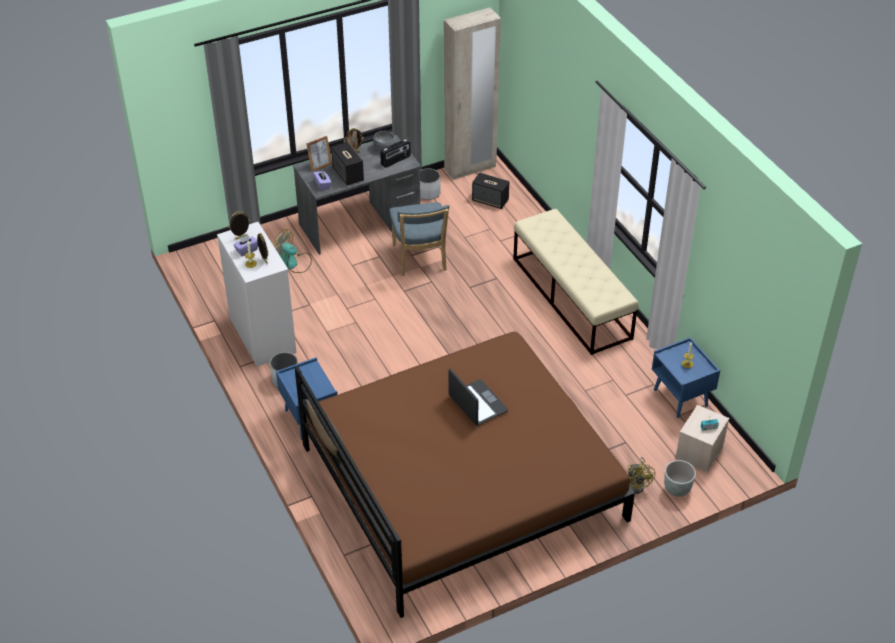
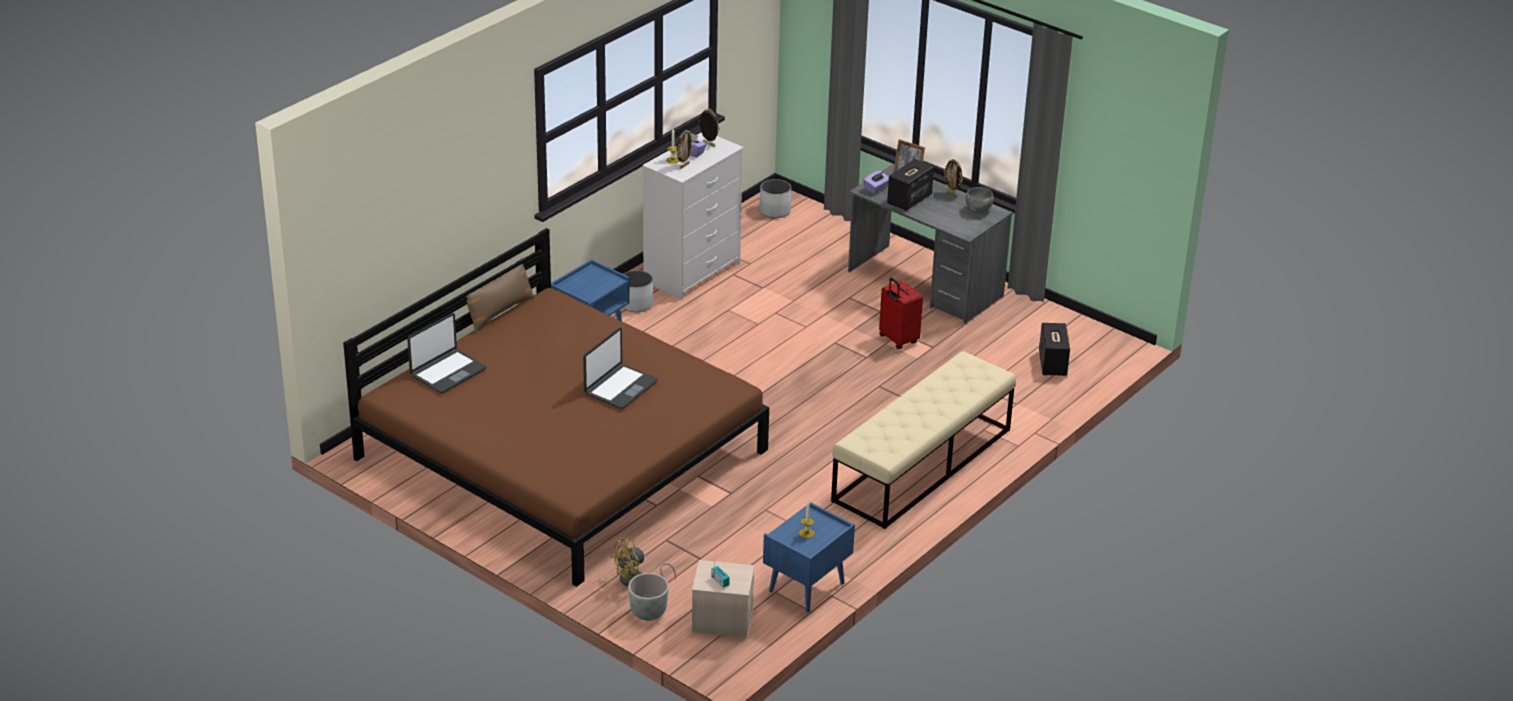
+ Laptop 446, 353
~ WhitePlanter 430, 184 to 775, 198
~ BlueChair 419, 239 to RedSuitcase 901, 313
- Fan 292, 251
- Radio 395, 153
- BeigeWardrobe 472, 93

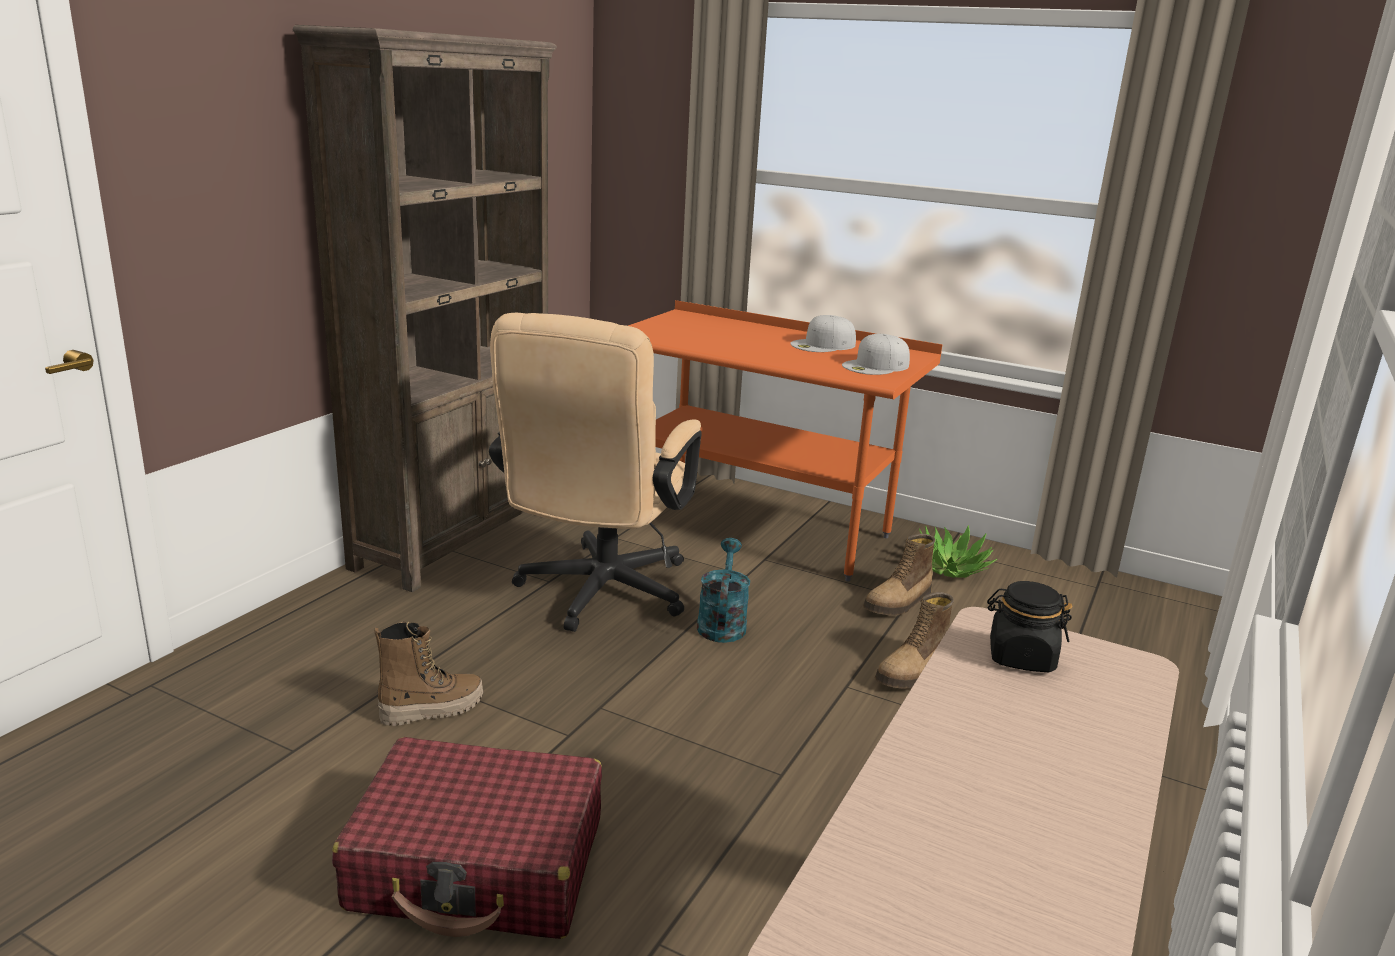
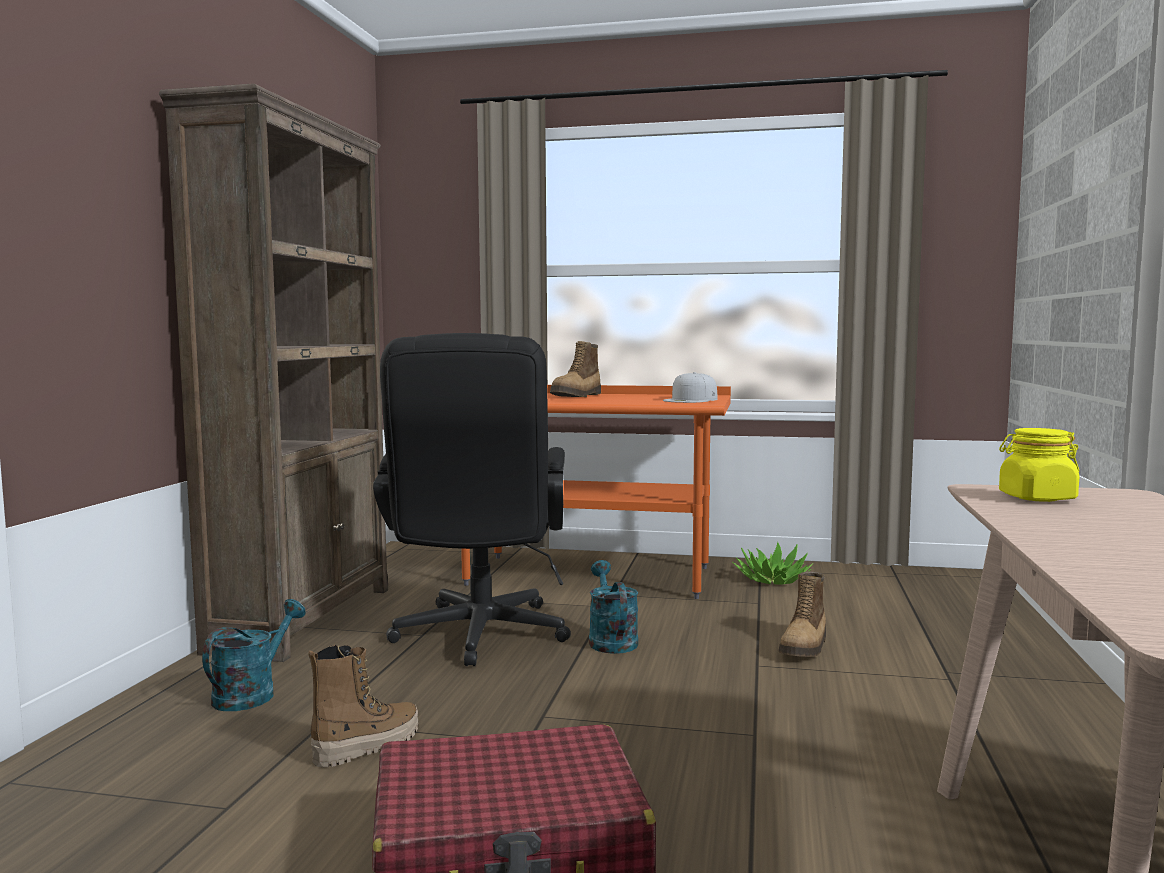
+ TurquoiseWateringCan 254, 655
~ BeigeOfficeChair 595, 472 to BlackOfficeChair 472, 499
~ Boot 899, 575 to 575, 369
~ BlackJar 1030, 626 to YellowJar 1039, 465
- WhiteCap 823, 333

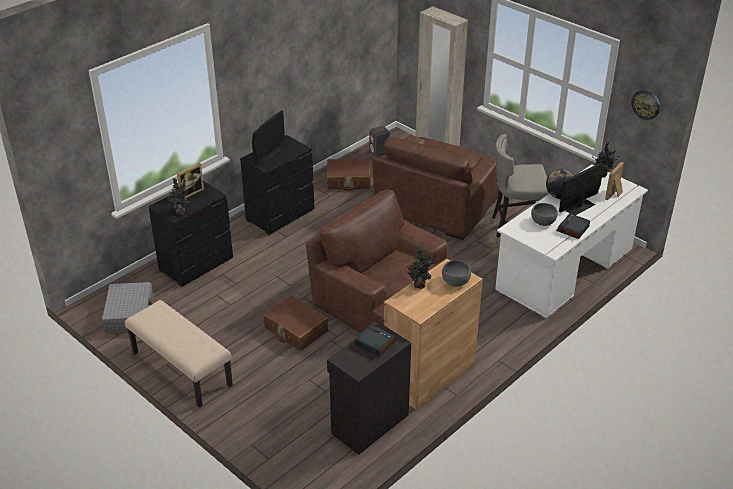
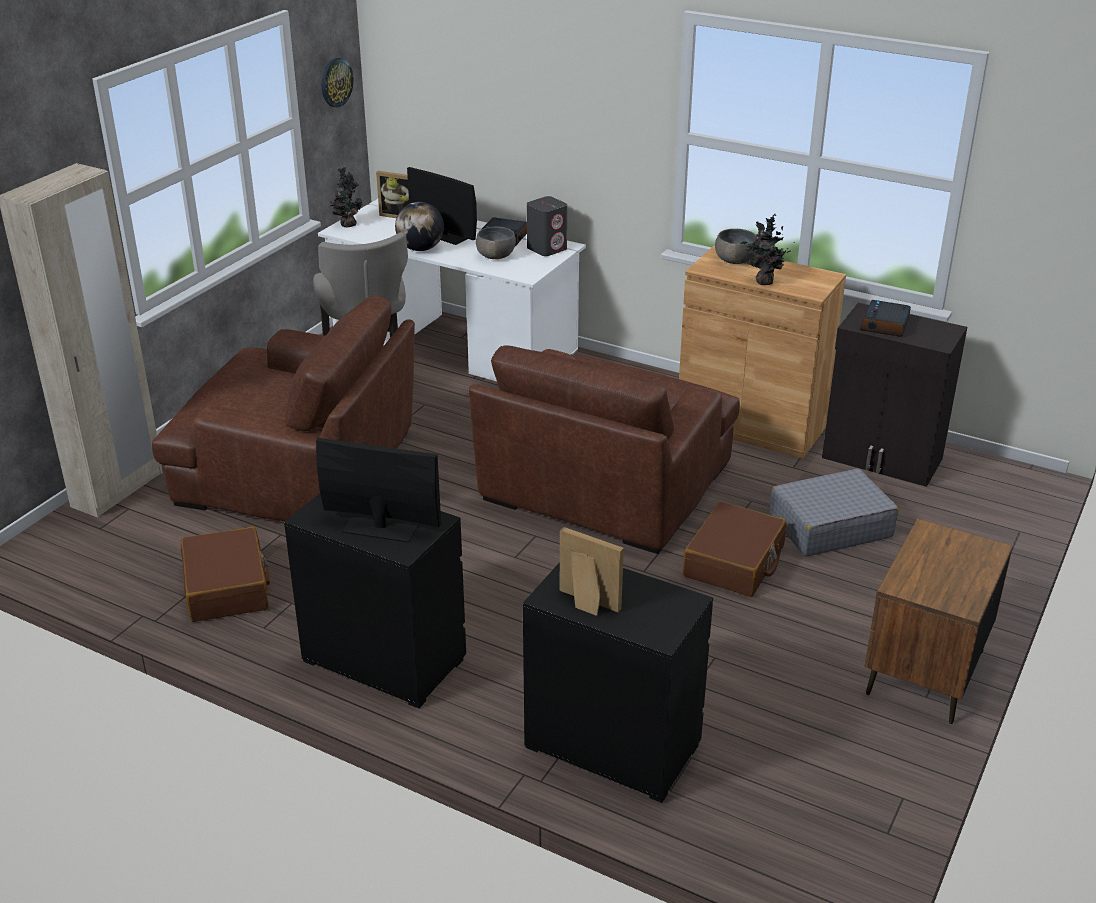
~ GreySpeaker 380, 141 to 547, 226
~ GreySuitcase 128, 308 to 833, 512
~ BeigeBench 179, 354 to BrownNightstand 938, 621
- PottedPlant 177, 196

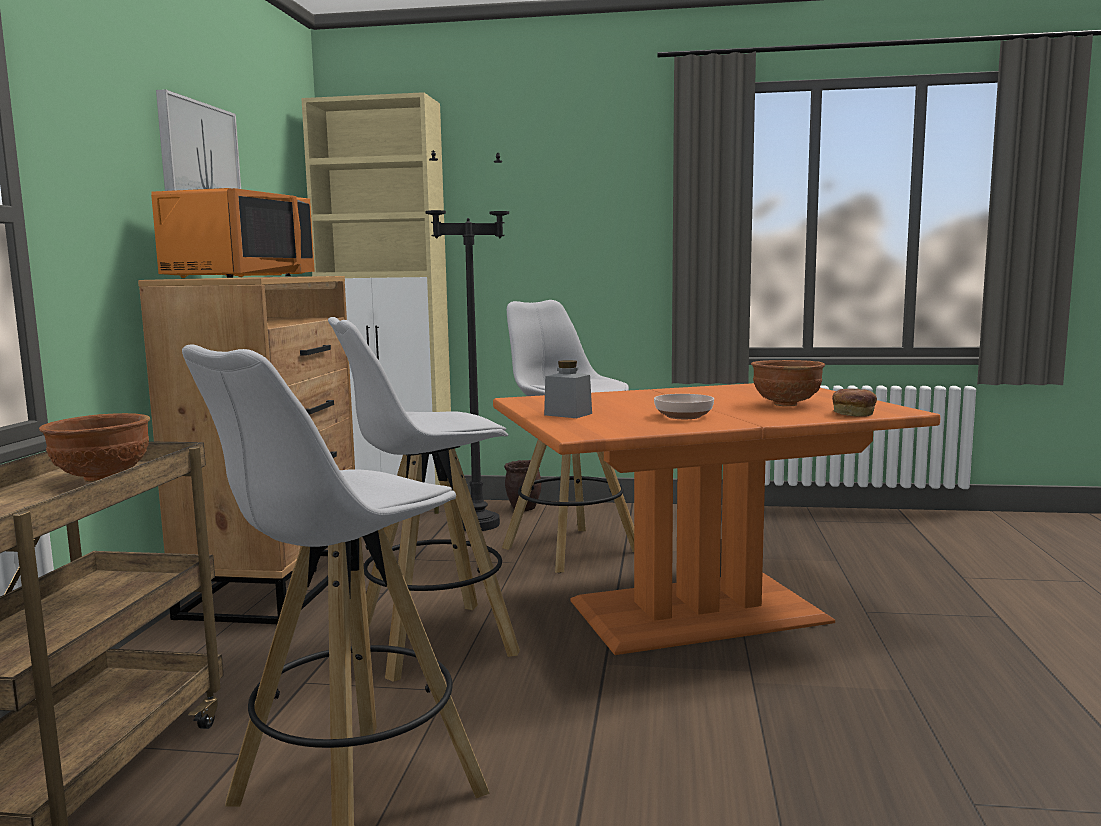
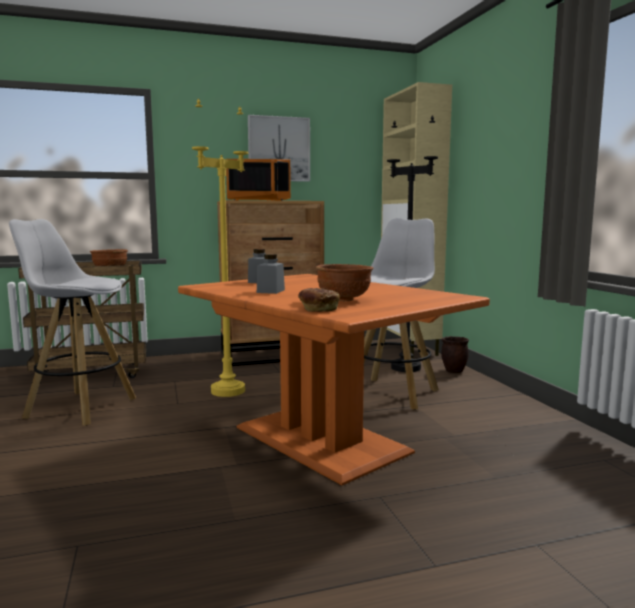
~ WhiteStool 424, 499 to YellowFloorLamp 220, 248
~ Bowl 684, 406 to GreyJar 271, 274

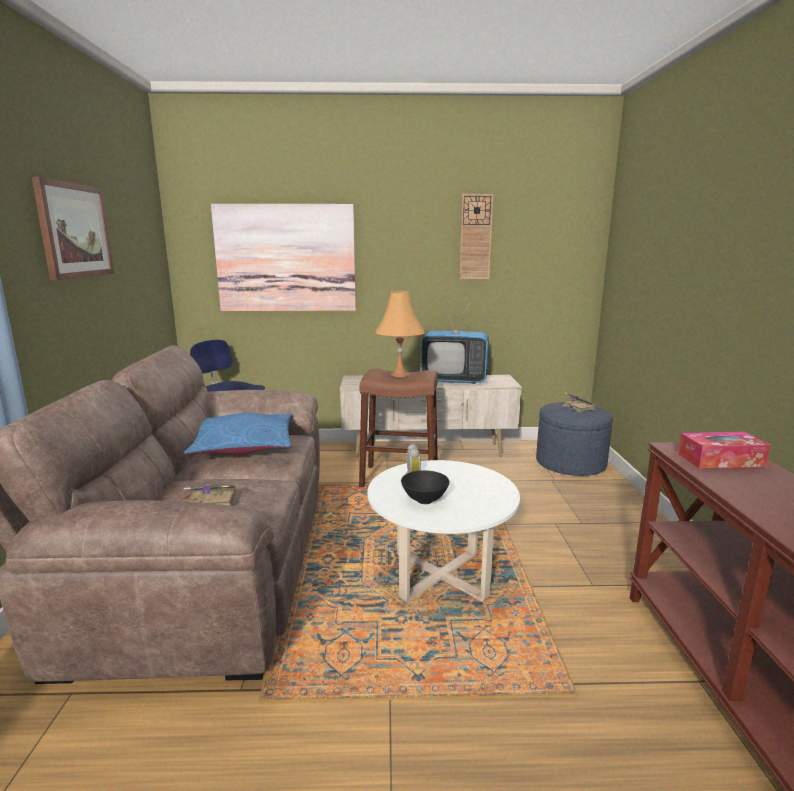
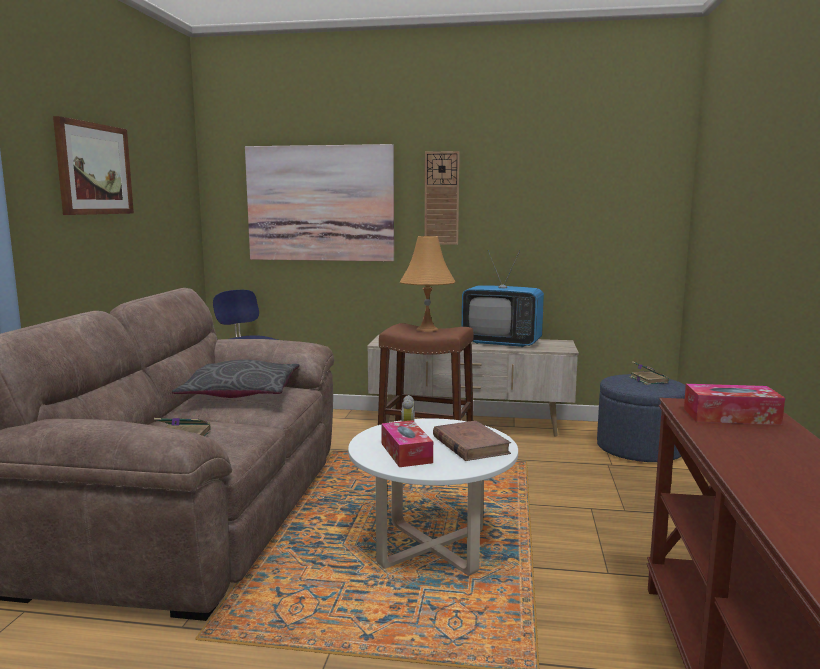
~ BluePillow 238, 434 to GreyPillow 235, 378
~ BlackBowl 425, 487 to TissueBox 407, 443
~ WallClock 476, 236 to 442, 198
+ BrownBook 472, 441

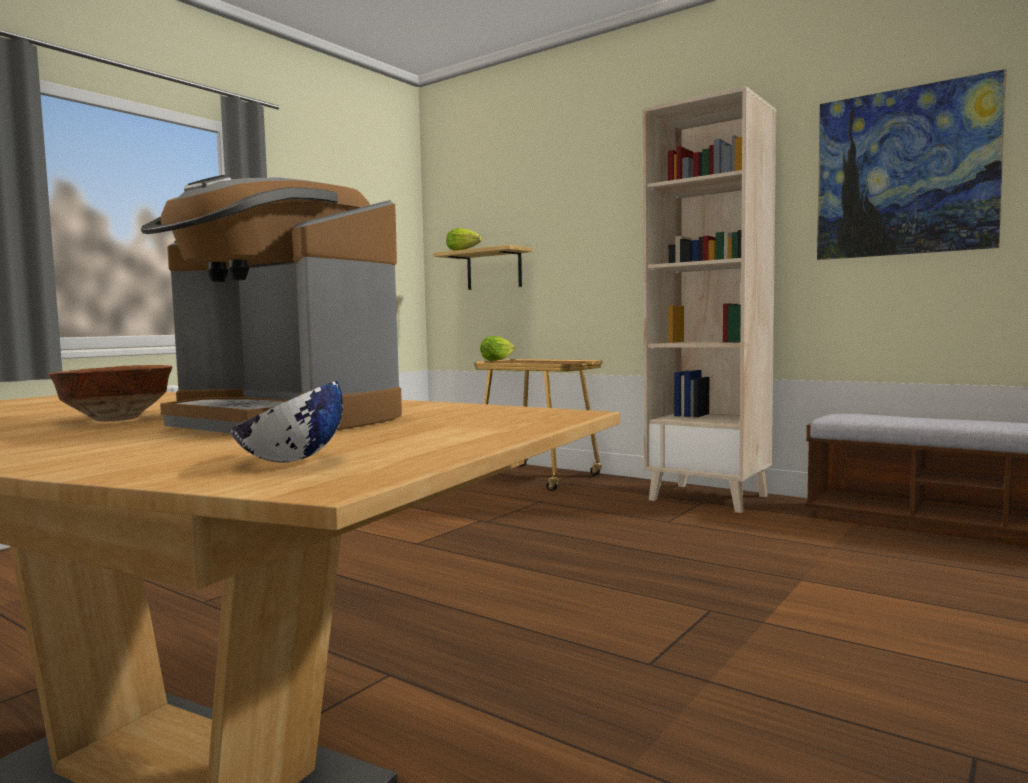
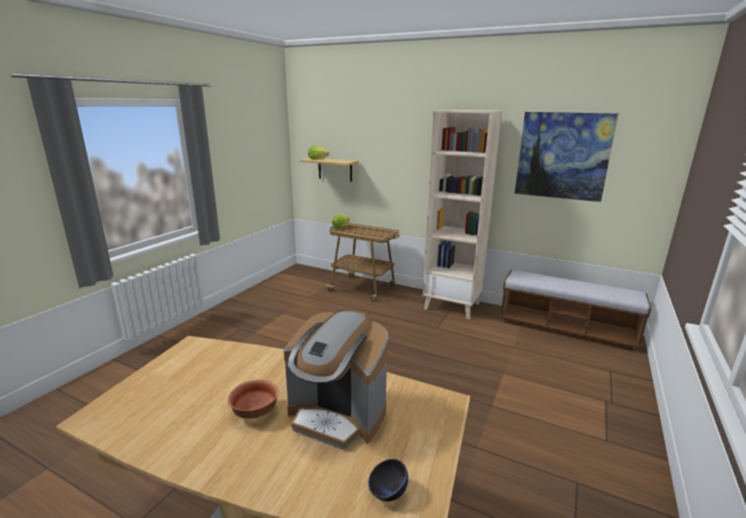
~ WhiteBowl 286, 421 to BlackBowl 388, 480

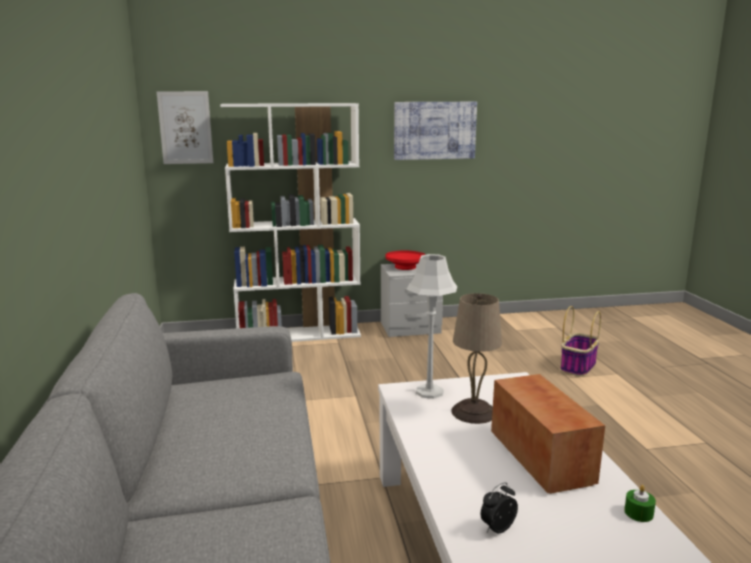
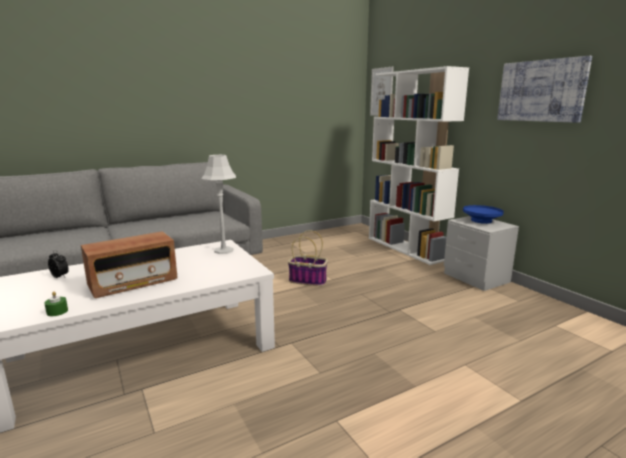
~ Basket 581, 341 to 308, 258
~ RedBowl 405, 260 to BlueBowl 483, 214
- BeigeTableLamp 476, 358

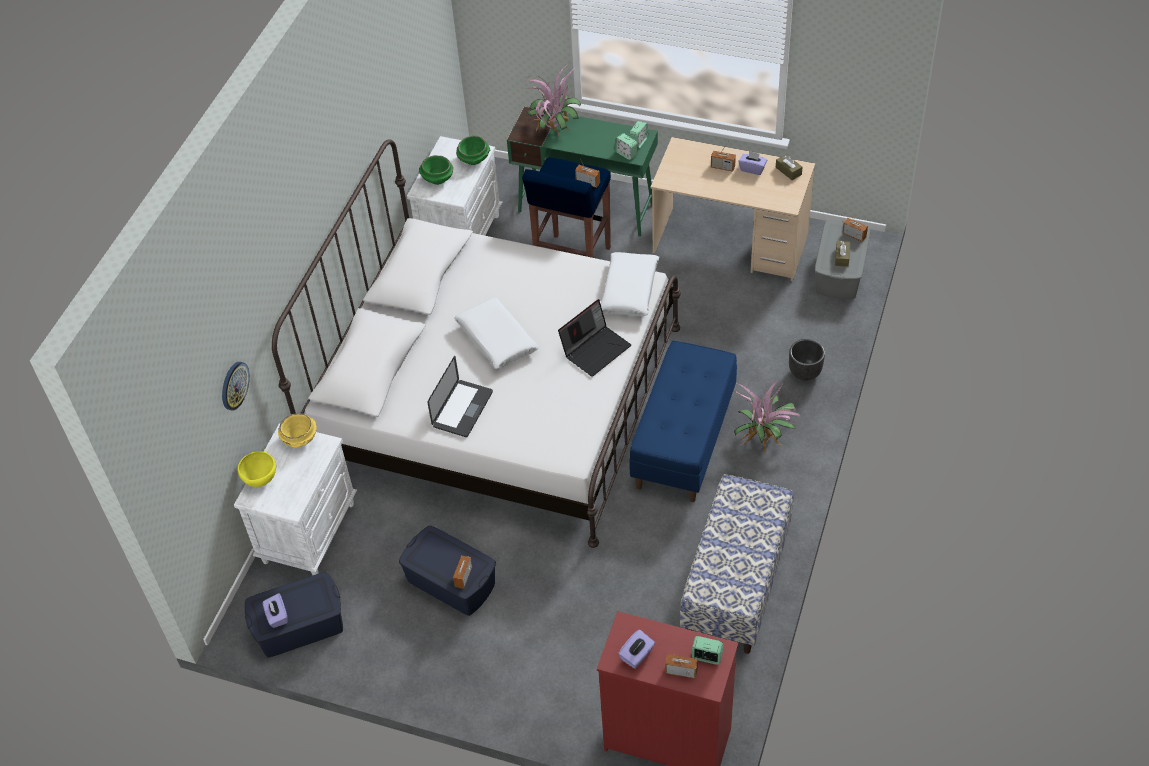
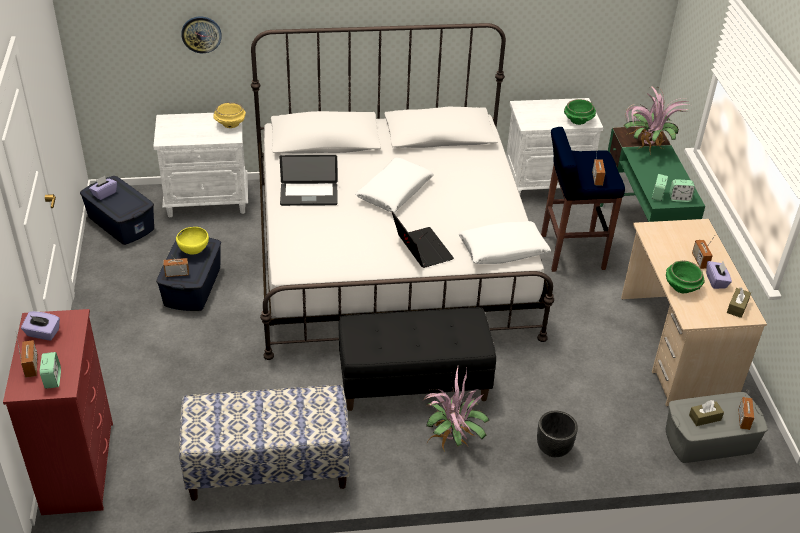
~ YellowBowl 257, 469 to 192, 241
~ BlueBench 683, 421 to BlackBench 417, 359
~ Laptop 594, 338 = 423, 239 135 degrees counterclockwise
~ GreenBowl 436, 170 to 685, 277

